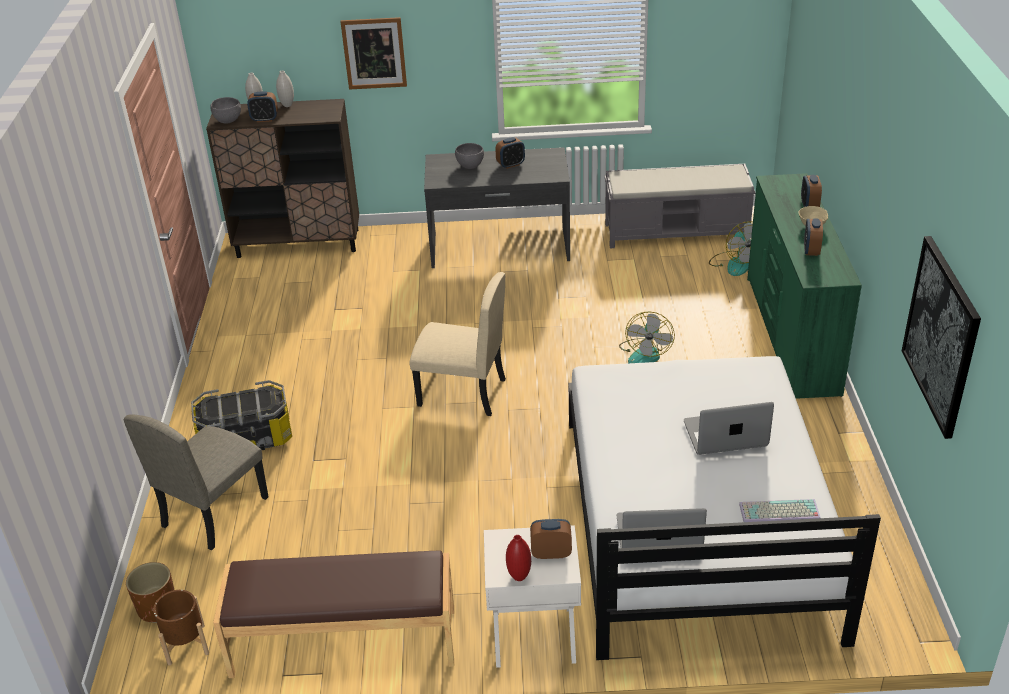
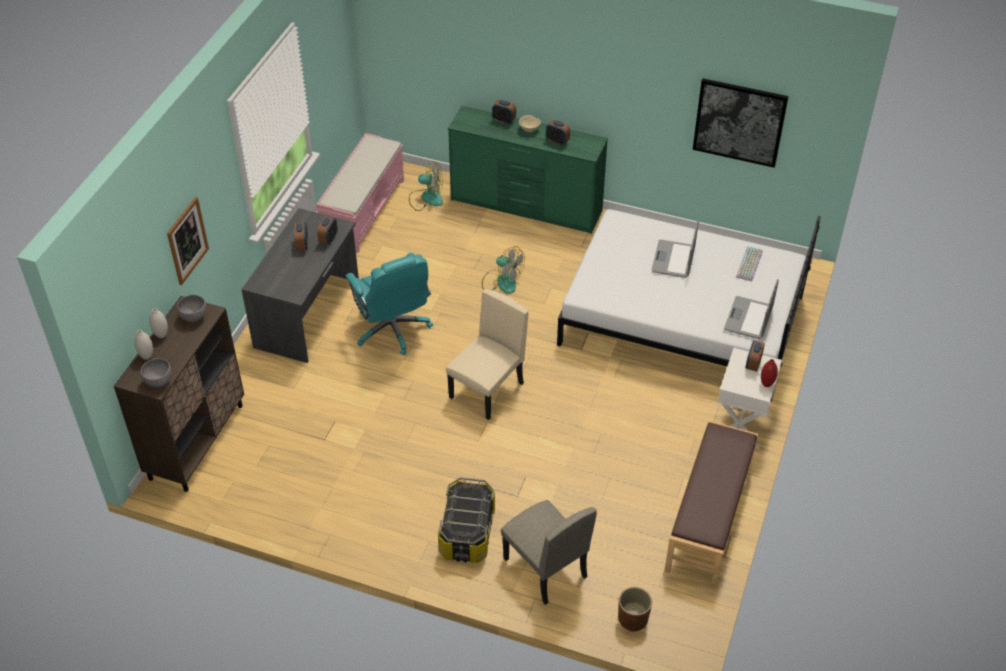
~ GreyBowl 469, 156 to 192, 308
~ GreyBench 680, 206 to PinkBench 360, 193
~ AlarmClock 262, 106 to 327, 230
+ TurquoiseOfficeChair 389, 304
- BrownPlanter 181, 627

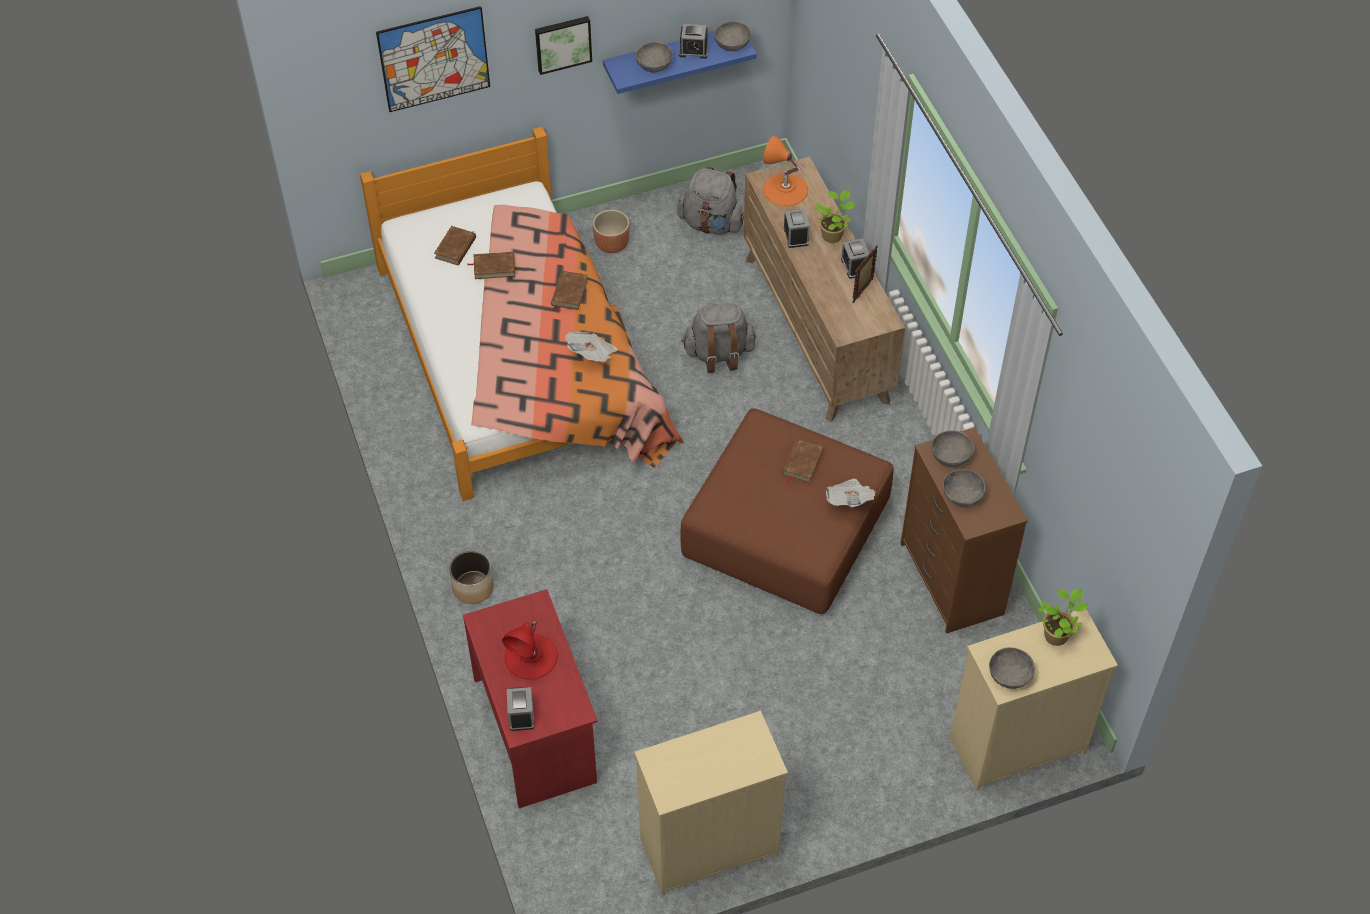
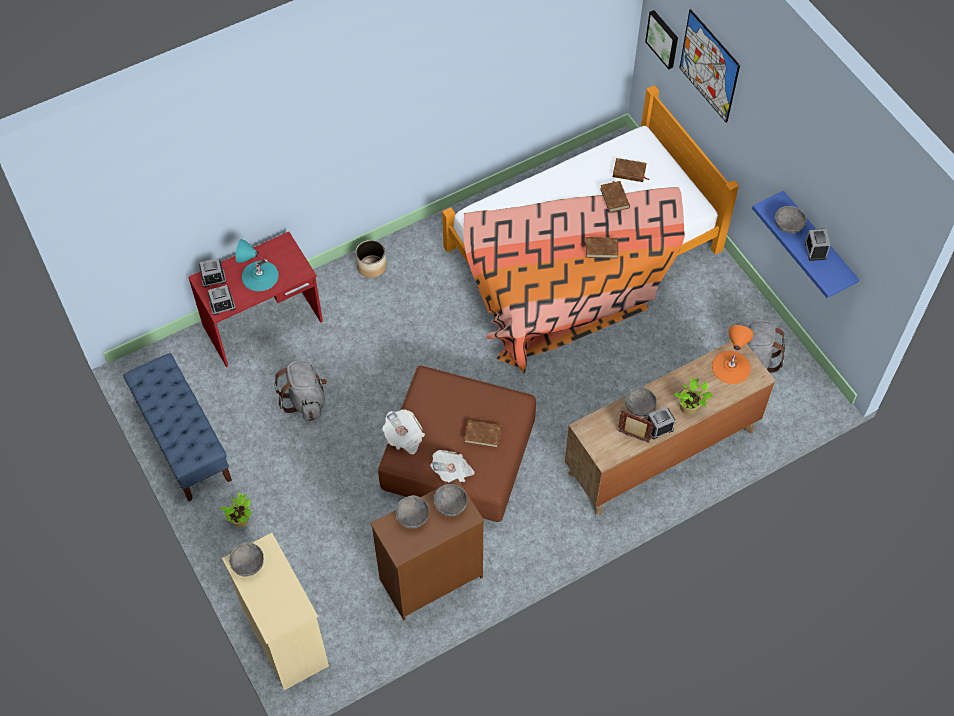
~ BeigeDresser 711, 803 to BlueBench 177, 427
~ AlarmClock 797, 228 to 221, 300
~ PottedPlant 1063, 617 to 236, 509
~ RedTableLamp 530, 650 to TurquoiseTableLamp 257, 265
~ GreyBackpack 719, 338 to 300, 390
~ Newspaper 591, 347 to 403, 432
~ GreyBowl 732, 36 to 641, 401
~ Picture 563, 45 to 661, 39
- BrownPlanter 611, 231

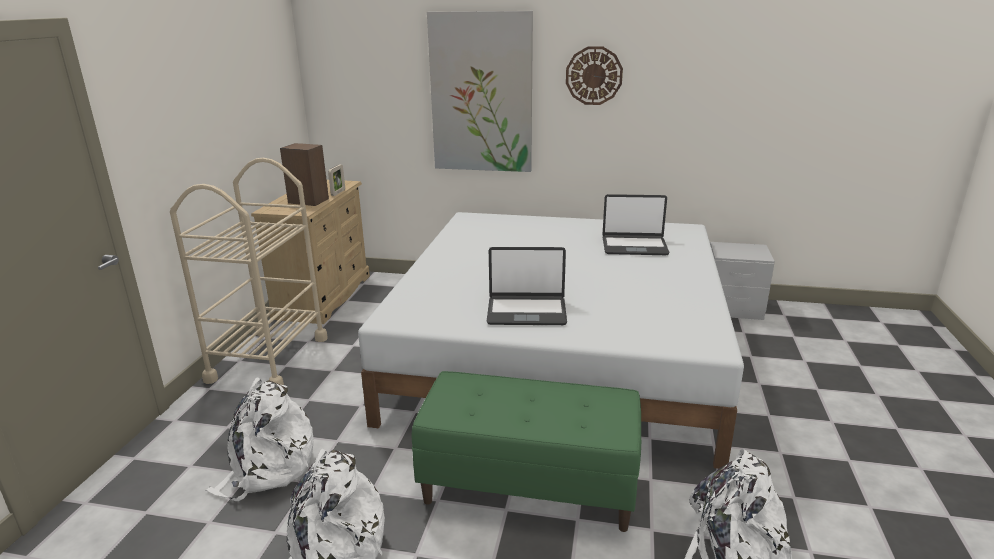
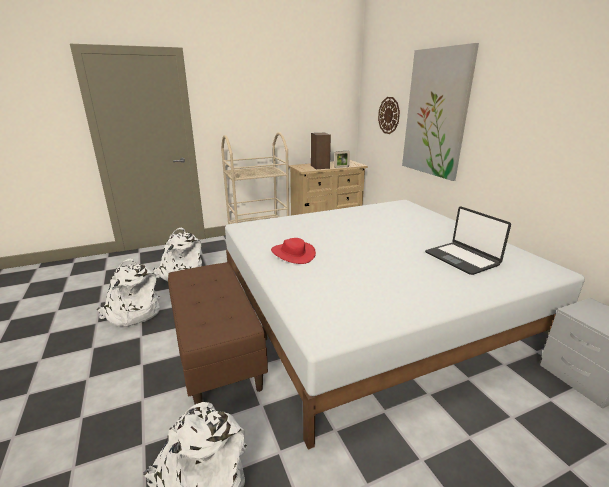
~ GreenBench 526, 451 to BrownBench 218, 336
~ Laptop 527, 286 to RedHat 293, 251
~ WallClock 594, 75 to 389, 115

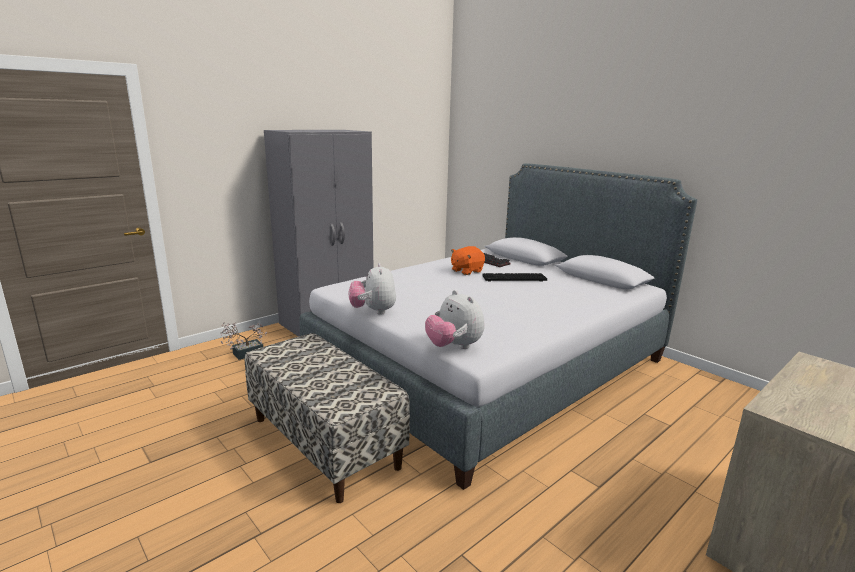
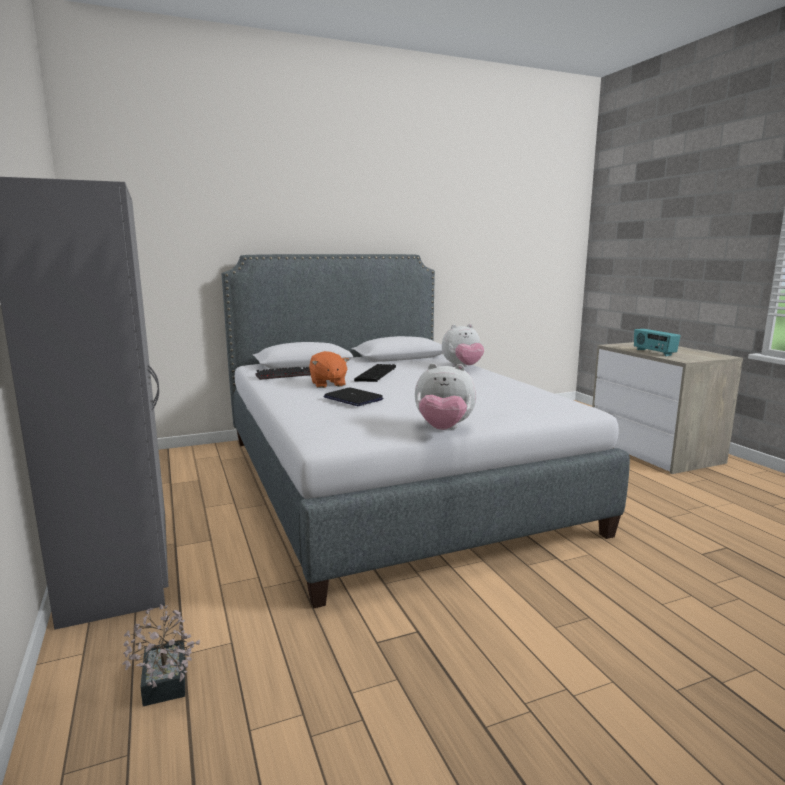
+ Laptop 353, 396
~ PlushToy 454, 319 to 463, 345
+ Radio 657, 342
- Bench 327, 418

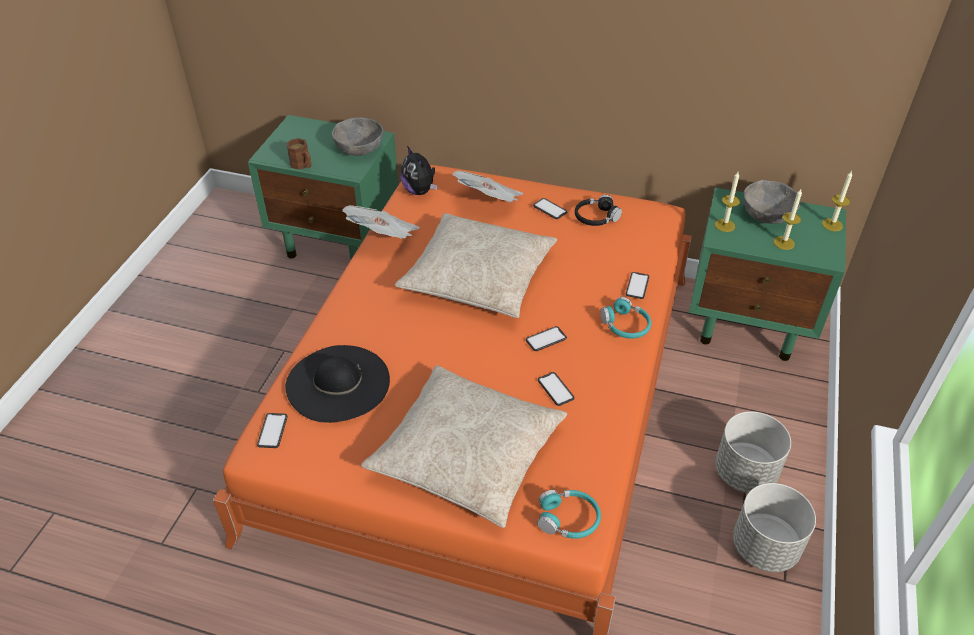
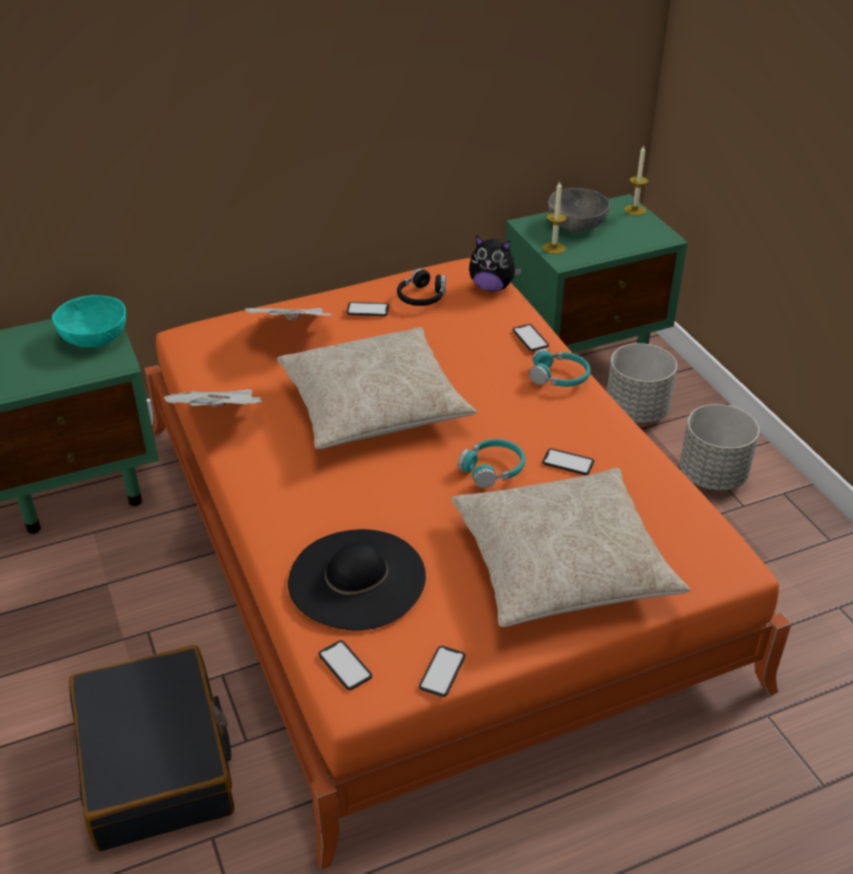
~ GreyBowl 357, 137 to TurquoiseBowl 89, 321
+ BlackSuitcase 151, 748
~ Phone 546, 338 to 442, 671
~ TurquoiseHeadphones 569, 514 to 491, 463
~ PlushToy 419, 170 to 495, 263
~ GreyPlanter 774, 527 to 642, 383
- BrownMug 298, 154
- Candle 788, 219

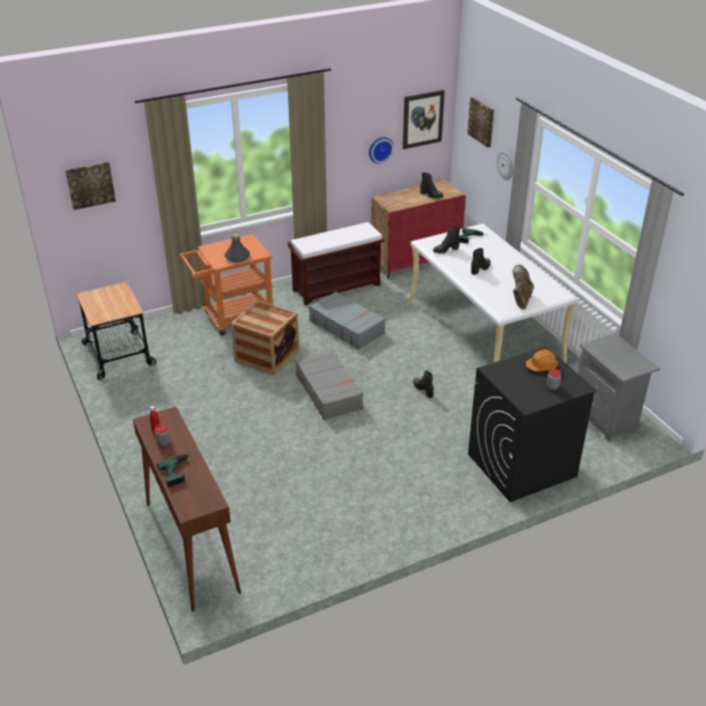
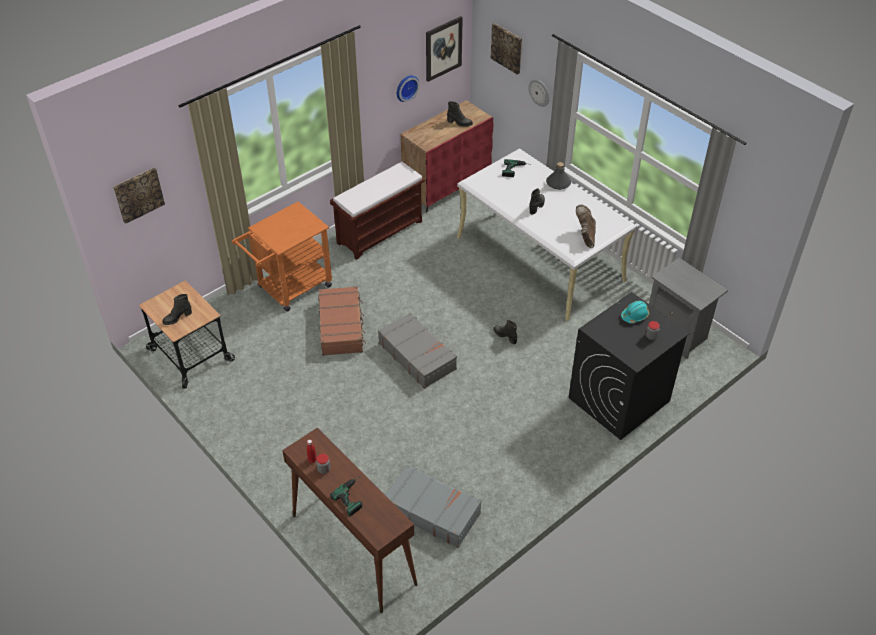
~ BlackBoot 446, 240 to 177, 309
~ Crate 265, 337 to BrownSuitcase 342, 321
~ GreySuitcase 347, 320 to 433, 506
~ GreyBottle 237, 247 to 558, 176
~ OrangeHardHat 542, 360 to TurquoiseHardHat 635, 312

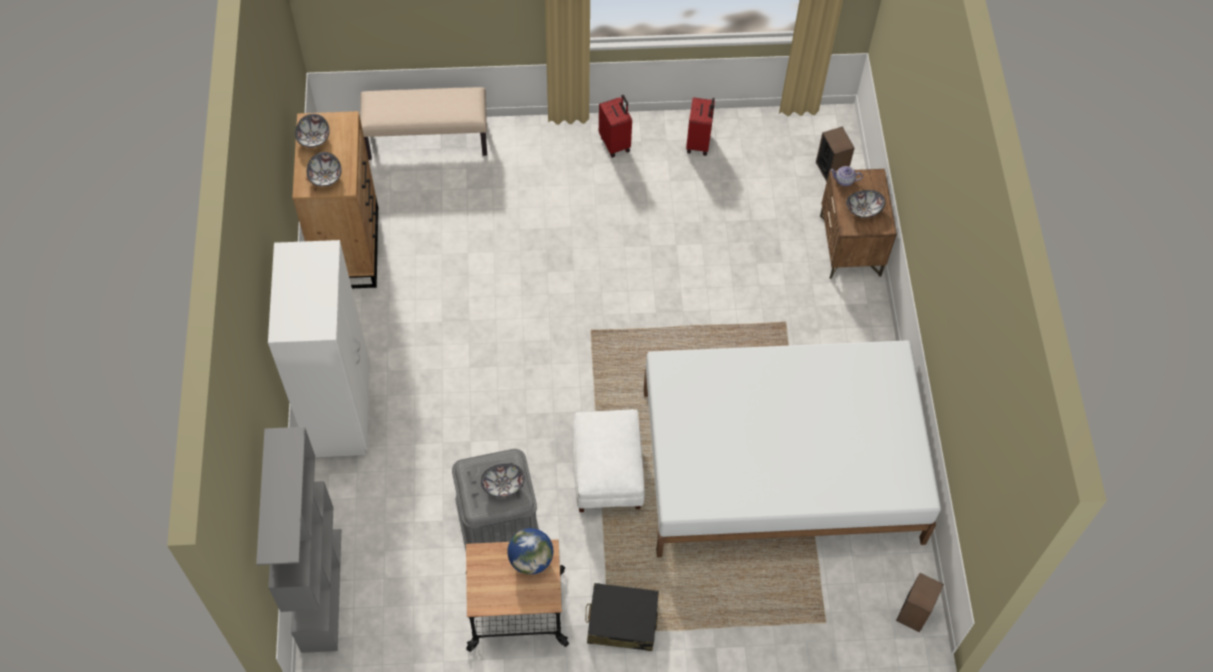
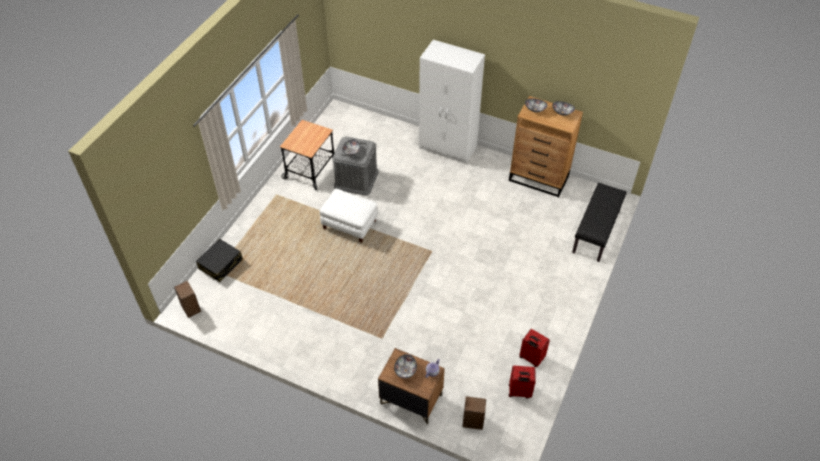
~ BlackSuitcase 622, 617 to 219, 260
~ RedSuitcase 615, 126 to 522, 382
~ BeigeBench 423, 123 to BlackBench 599, 222
- GreyBookcase 298, 540
- Globe 530, 551
- WhiteBed 792, 449

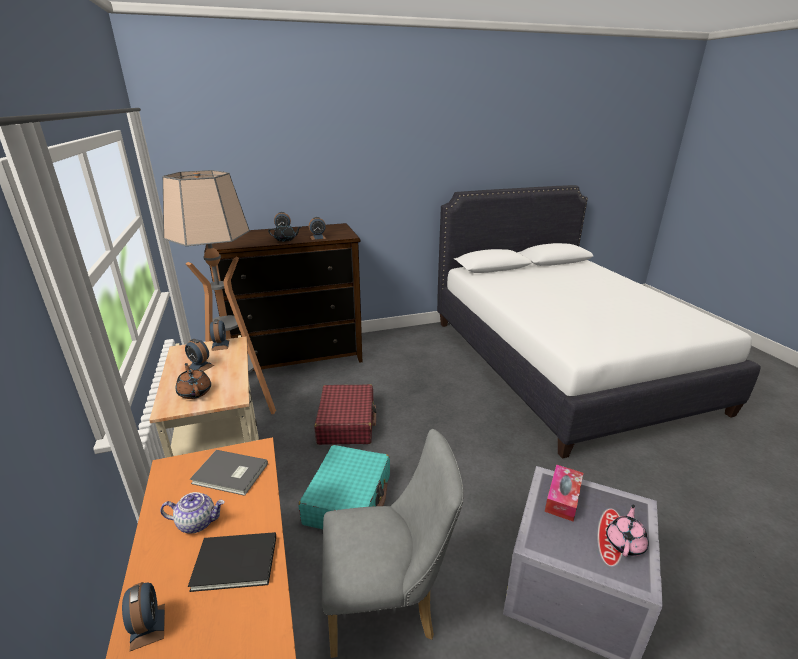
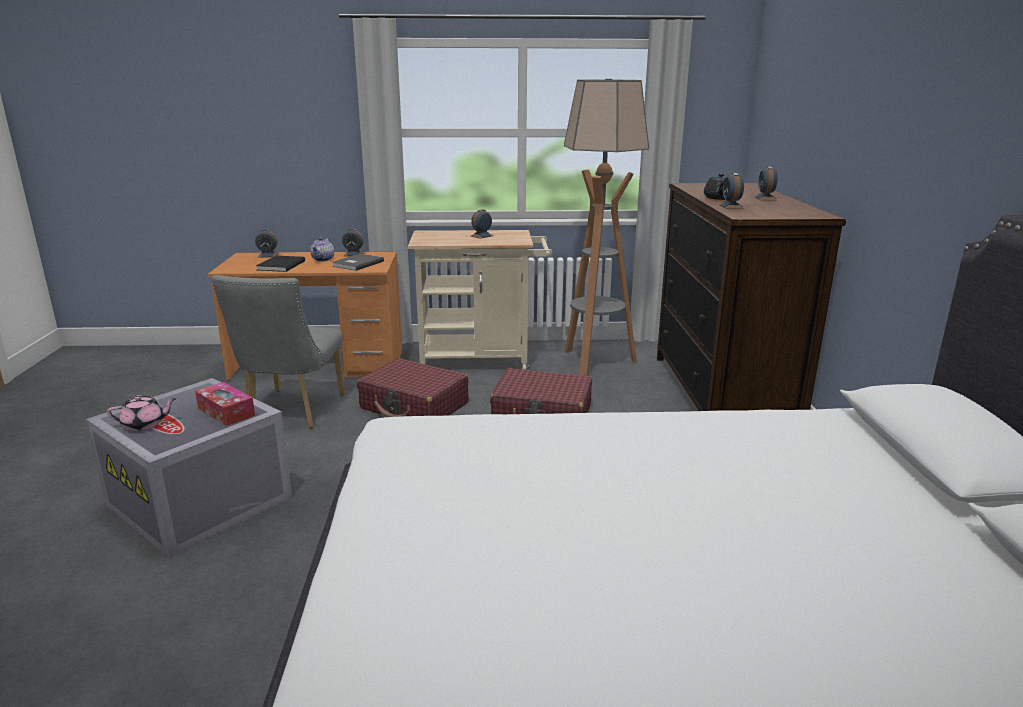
~ PinkTeapot 627, 530 = 142, 413 60 degrees counterclockwise
~ AlarmClock 219, 335 to 353, 242
~ TurquoiseSuitcase 344, 487 to RedSuitcase 413, 387
- BrownTeapot 193, 381

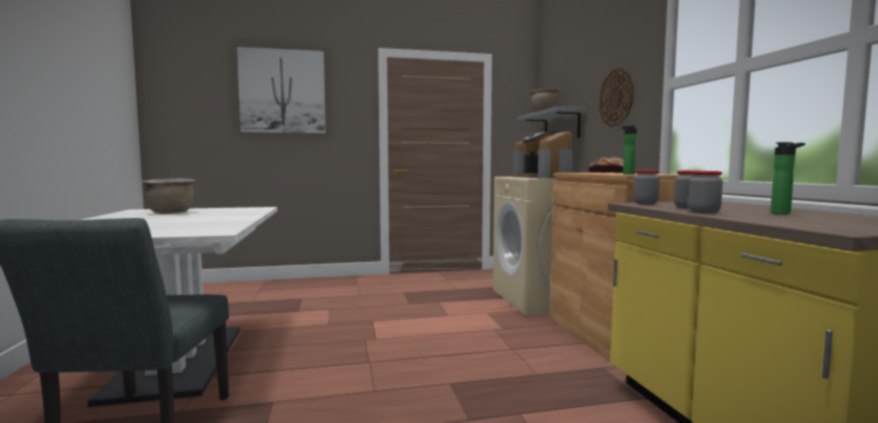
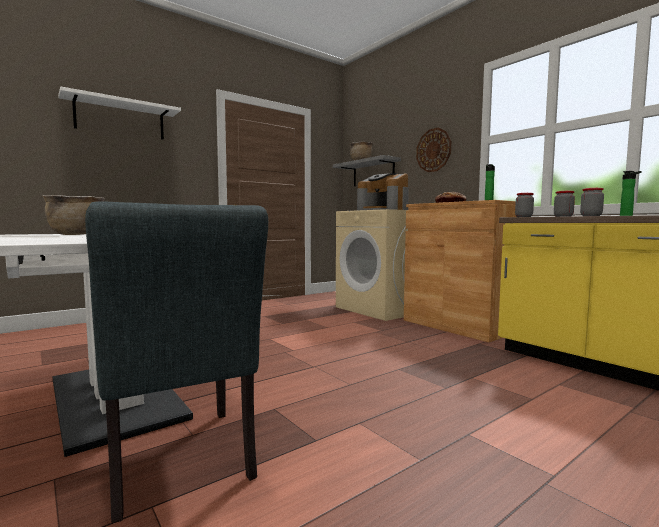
~ Picture 281, 89 to WhiteShelf 119, 113

